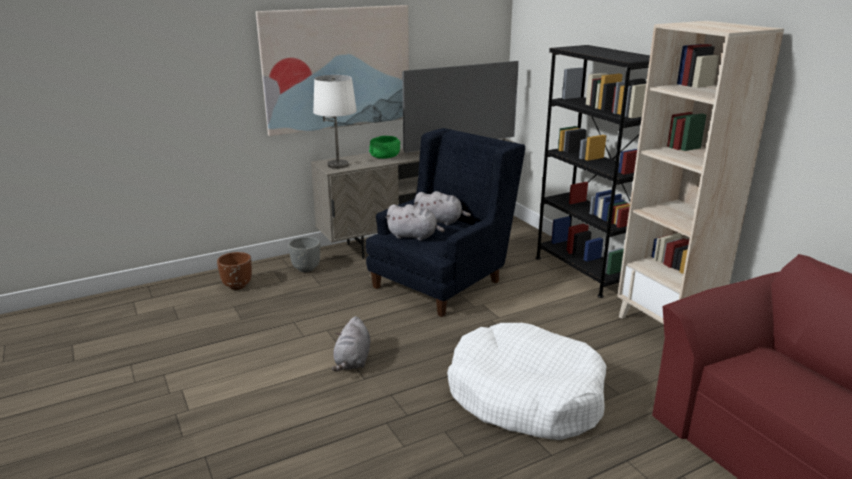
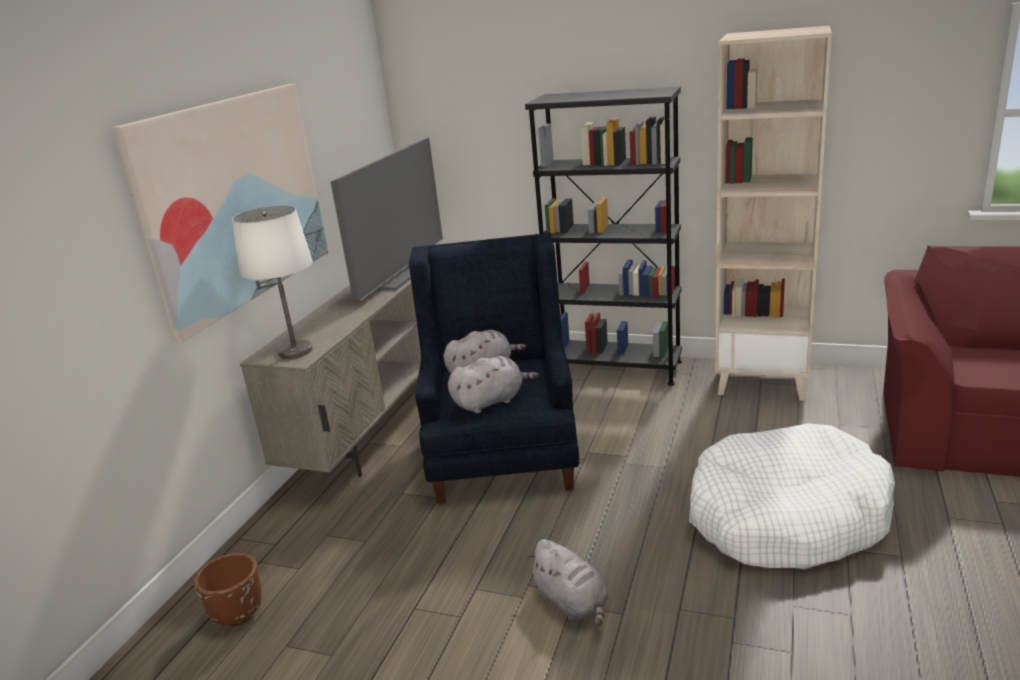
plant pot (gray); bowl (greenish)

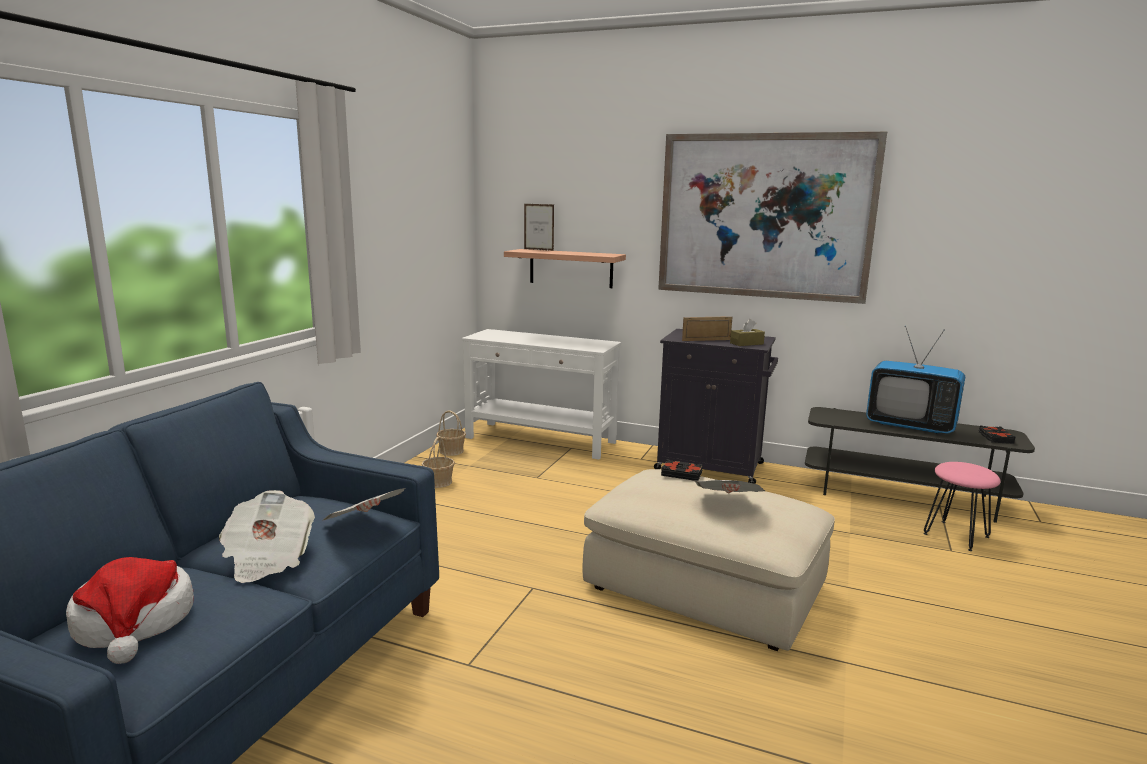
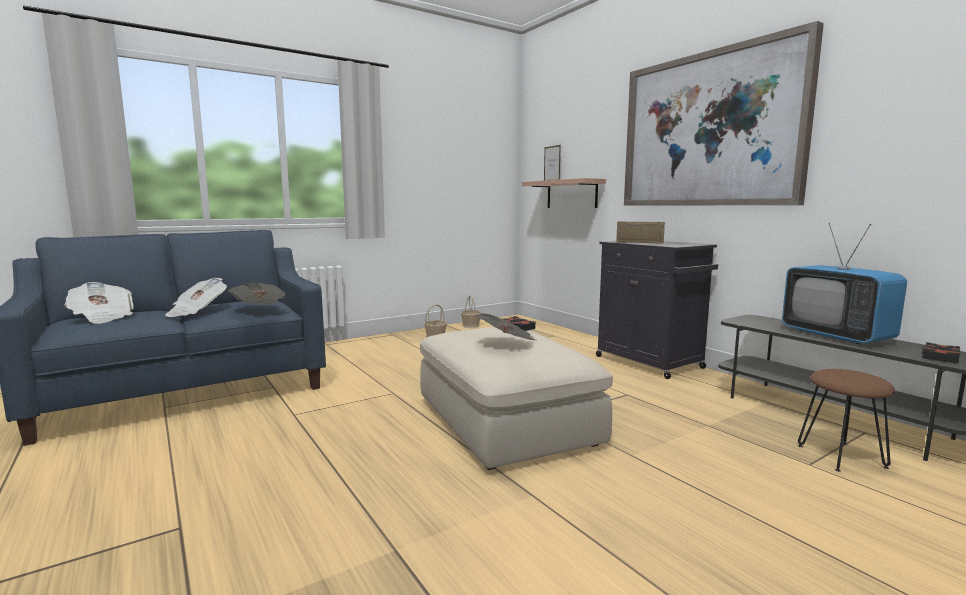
printed paper (1st from left); stool seat (brownish); narrow table (whitish); box of tissues (brownish)

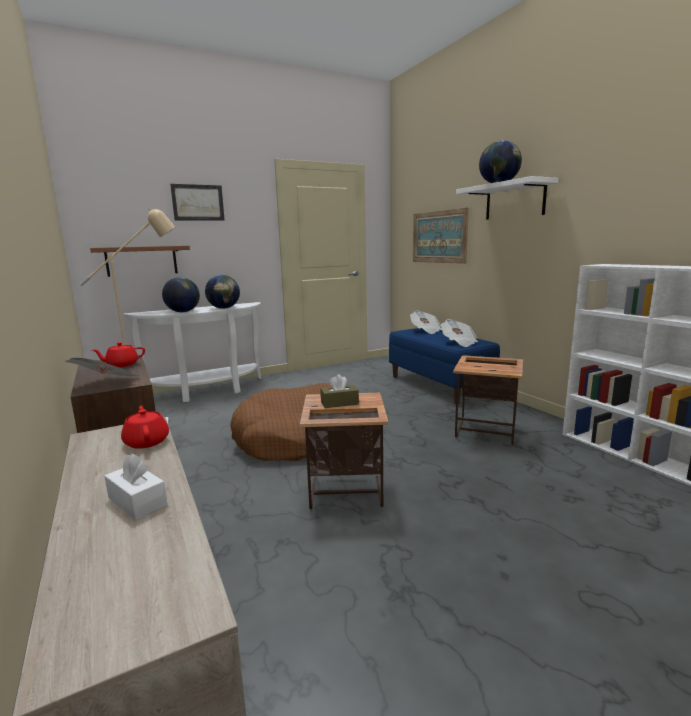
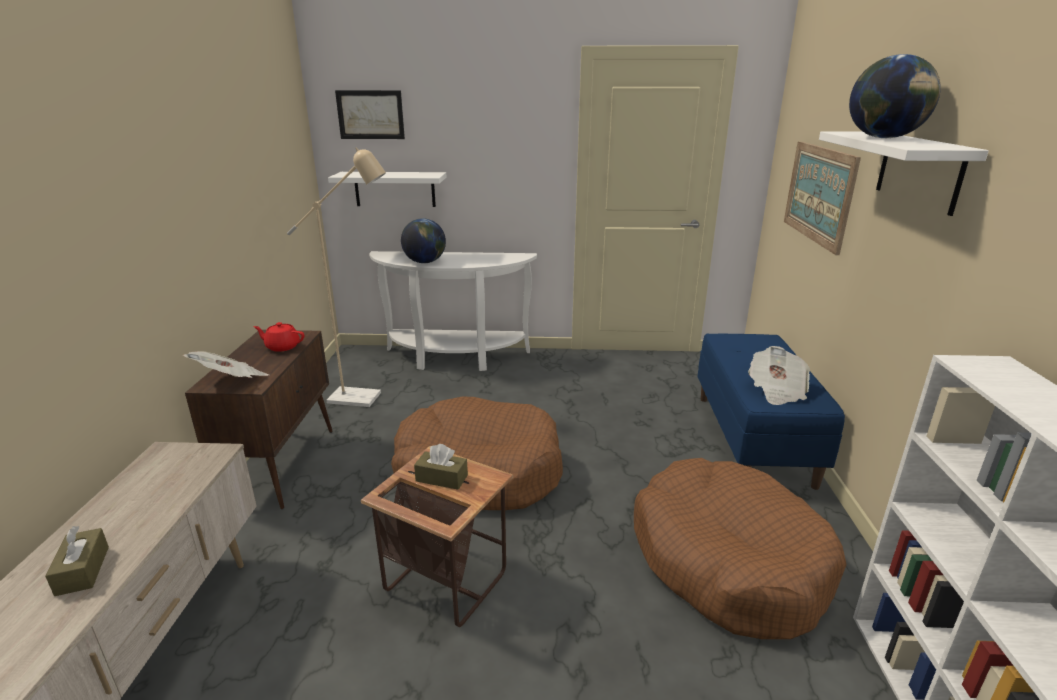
box of tissues (brownish) (1st from left); wall shelf (whitish) (1st from left); wall picture (1st from left); dog cushion (brownish) (2nd from left); pot for tea (reddish) (2nd from left in the first image); globe (2nd from left in the first image); printed paper (2nd from left in the first image)

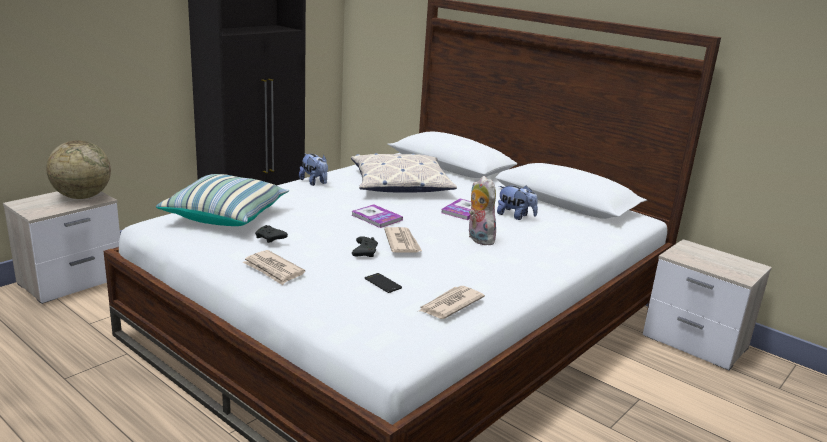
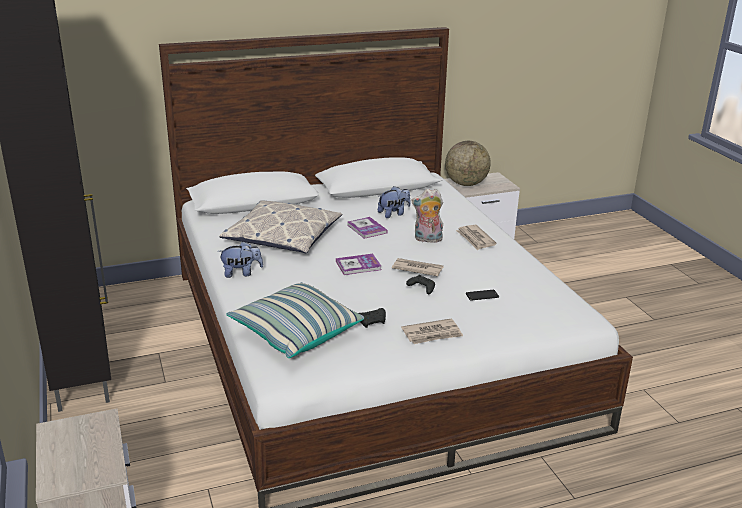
globe; printed paper (3rd from left)

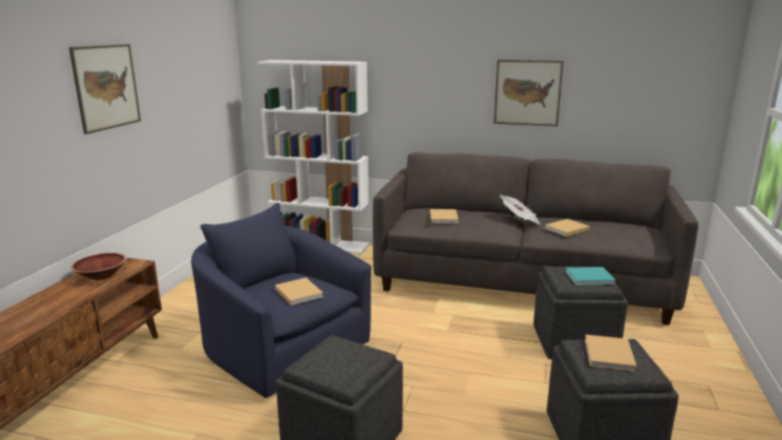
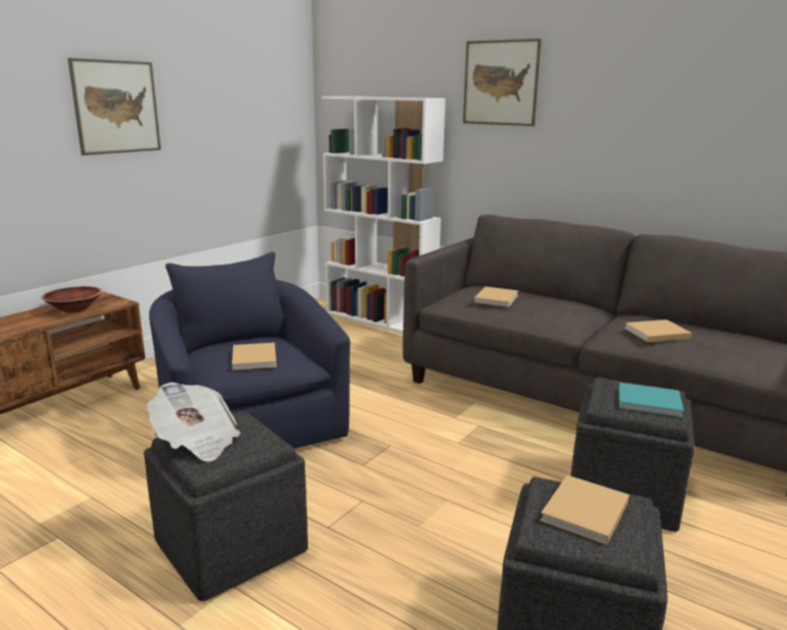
printed paper; wall picture (2nd from left)

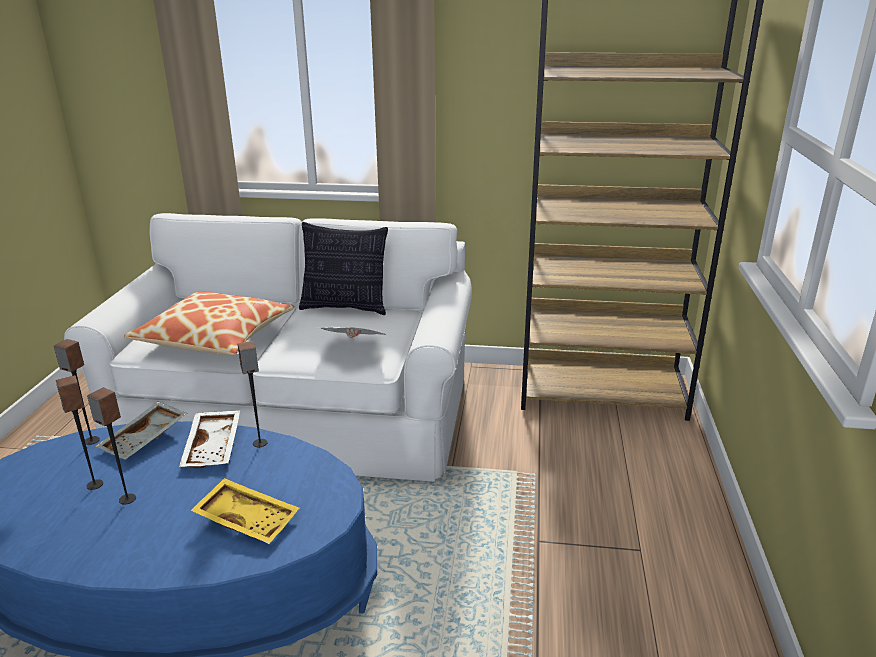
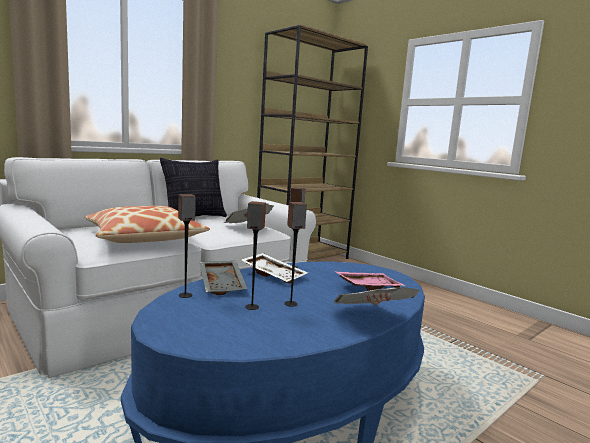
serving tray (pink-coloured); printed paper (2nd from left)

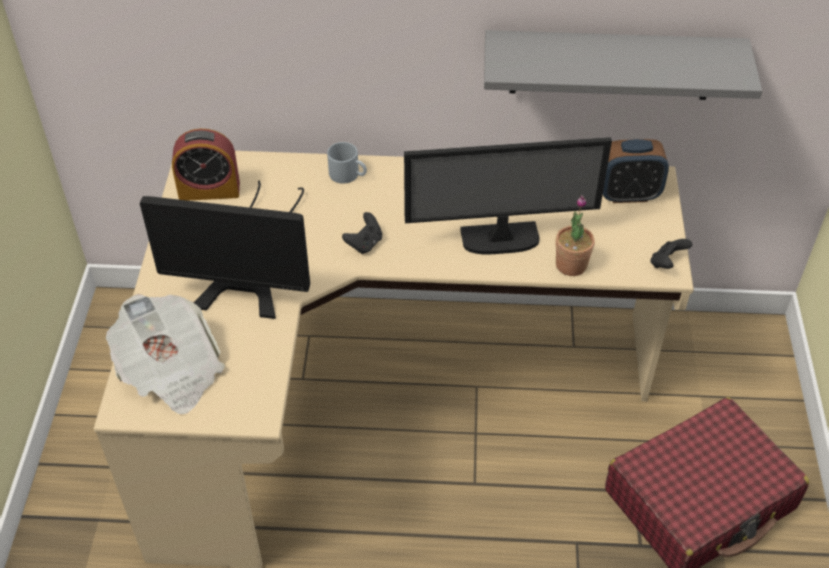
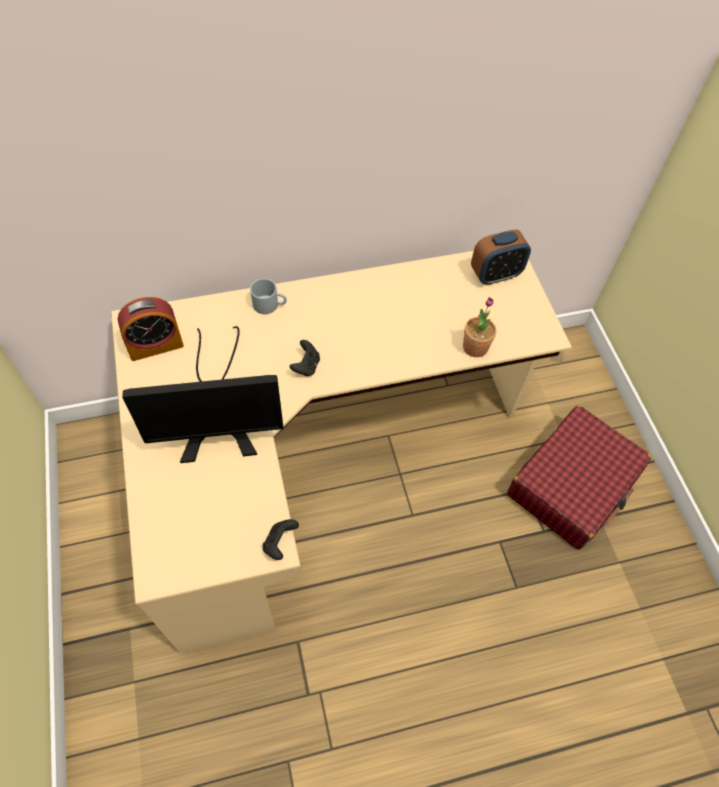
joypad (black-coloured) (1st from left); printed paper; computer display (2nd from left in the first image); wall shelf (gray)

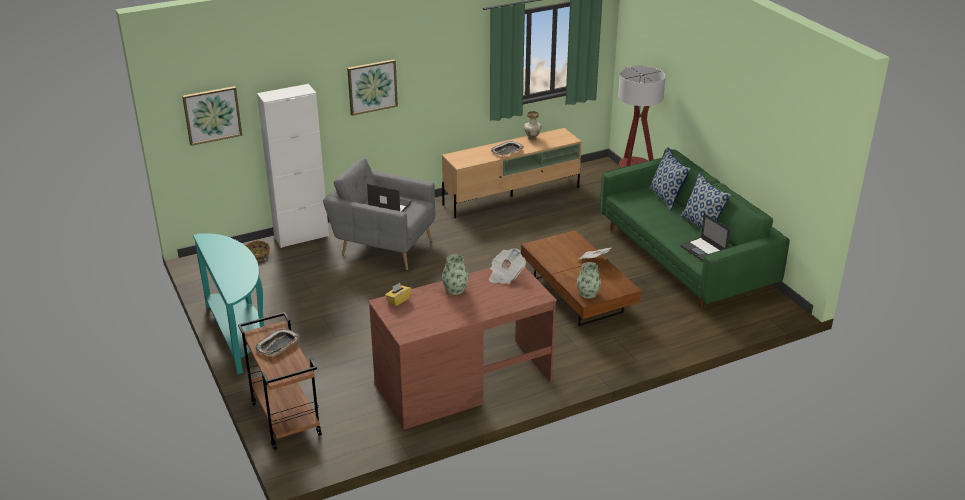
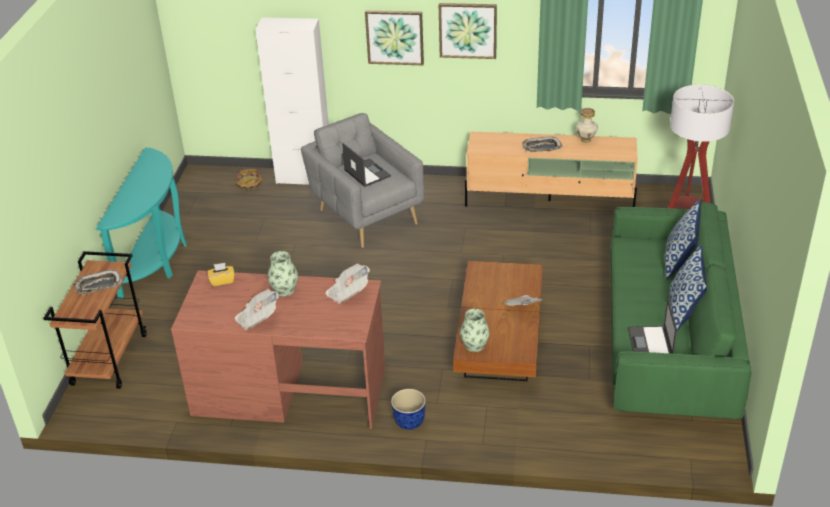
printed paper (1st from left); plant pot; wall picture (2nd from left)

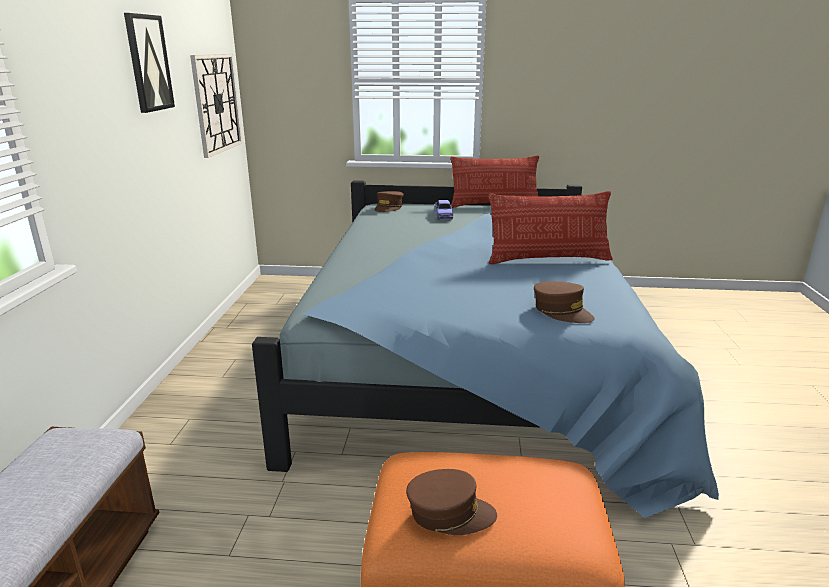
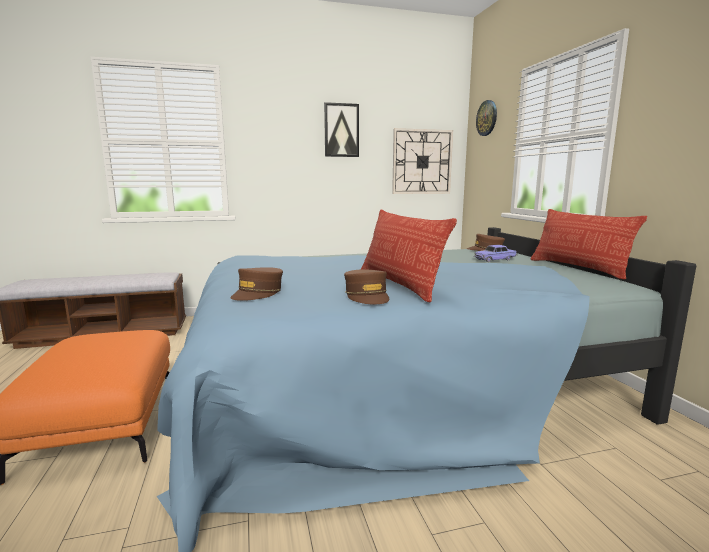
cap (brownish) (2nd from left); wall clock (2nd from left)

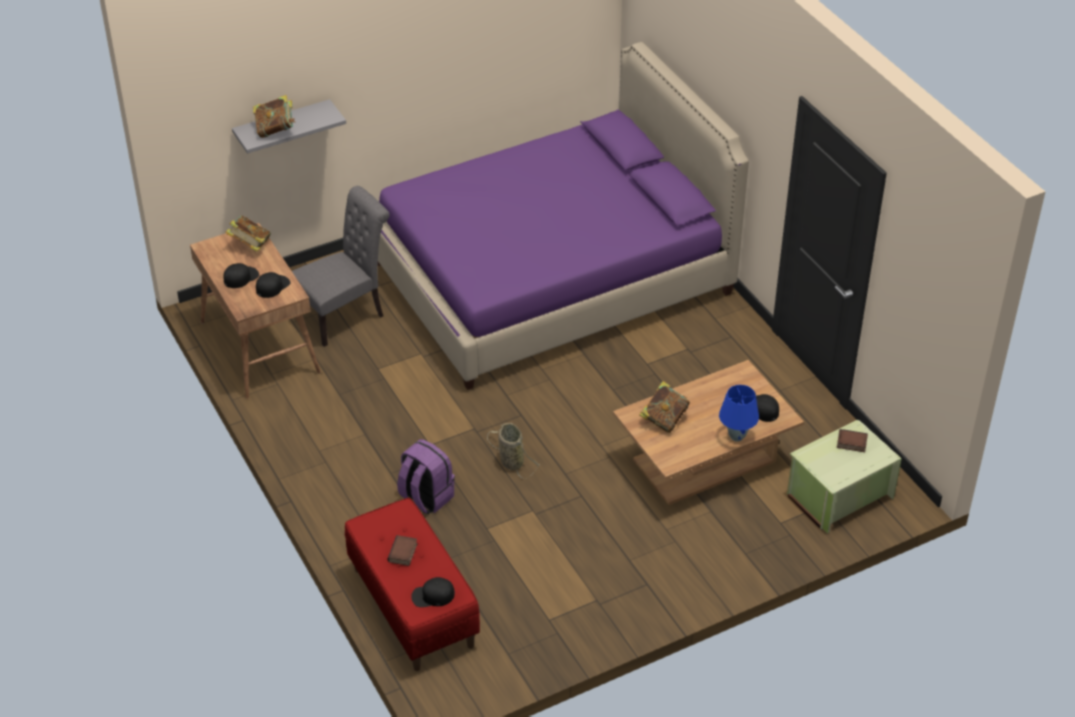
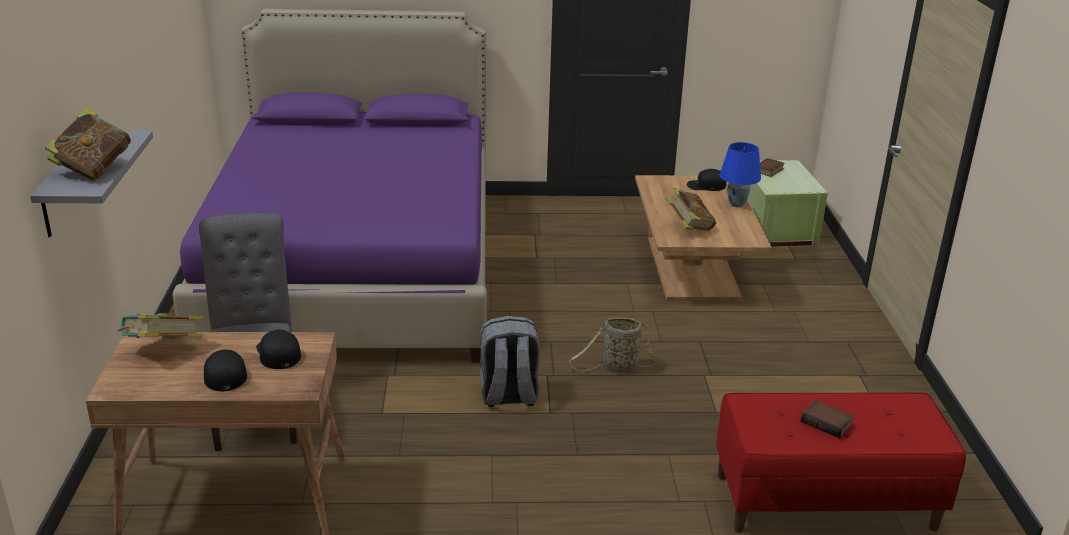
backpack (gray); backpack (purplish); cap (black-coloured) (3rd from left in the first image)

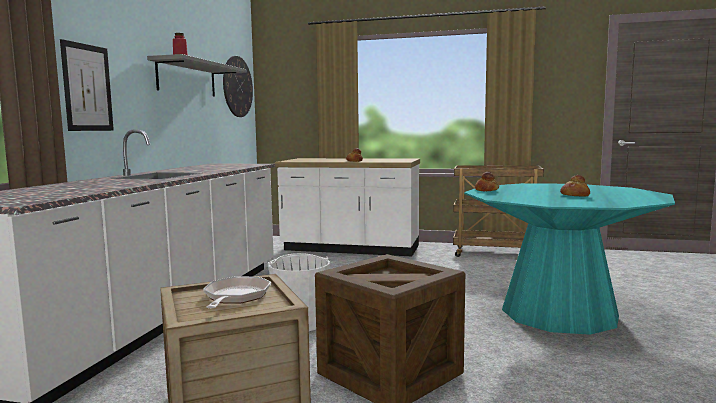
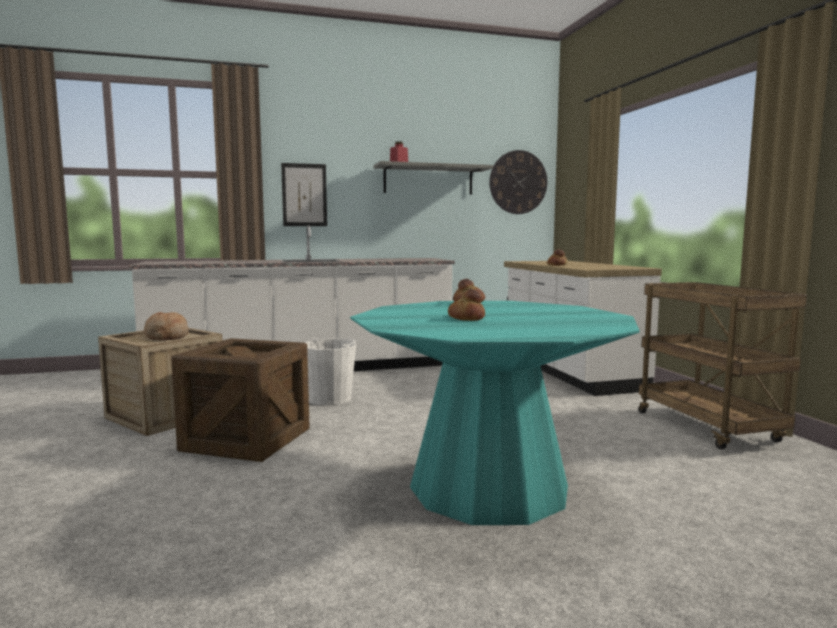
bakery bread (1st from left)

